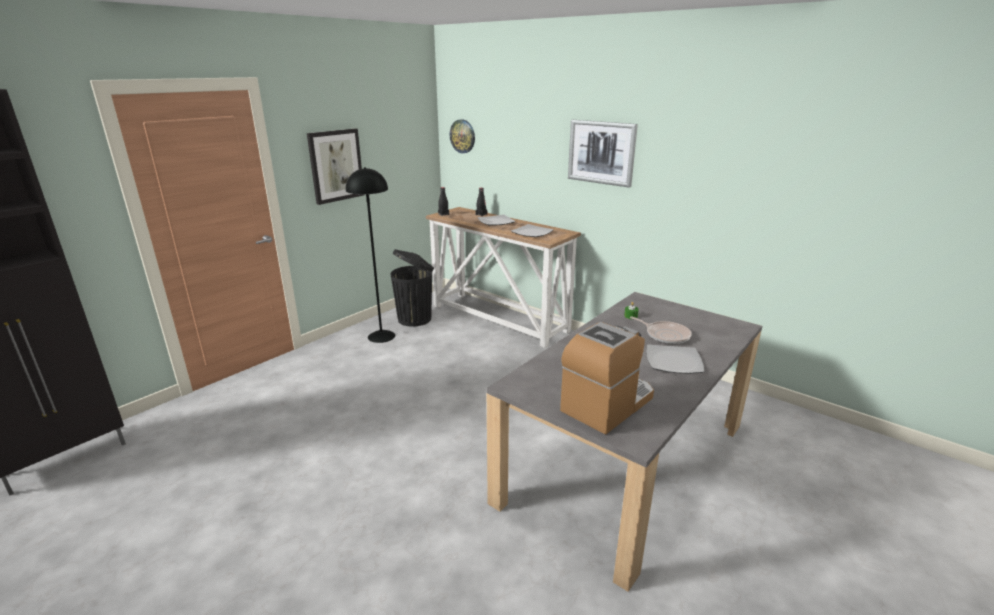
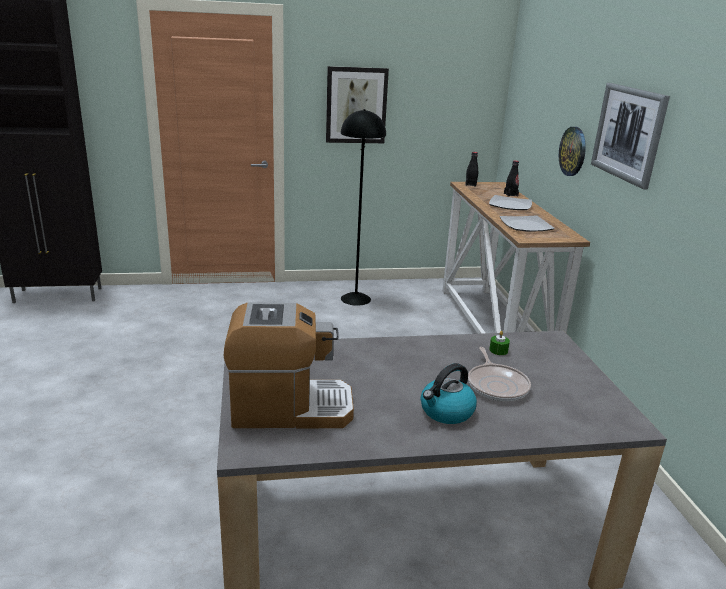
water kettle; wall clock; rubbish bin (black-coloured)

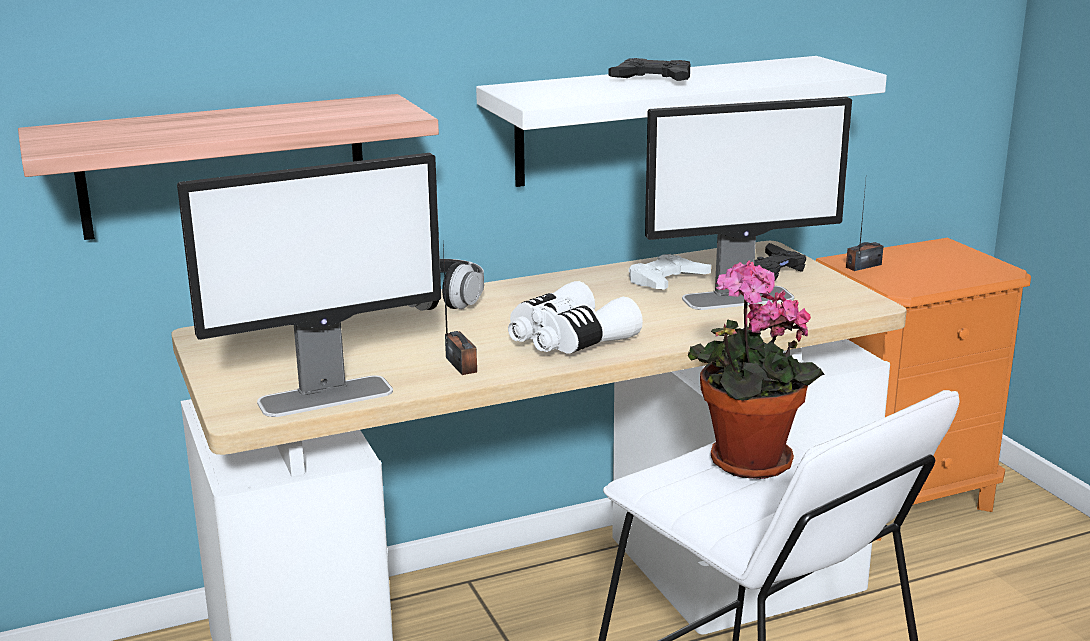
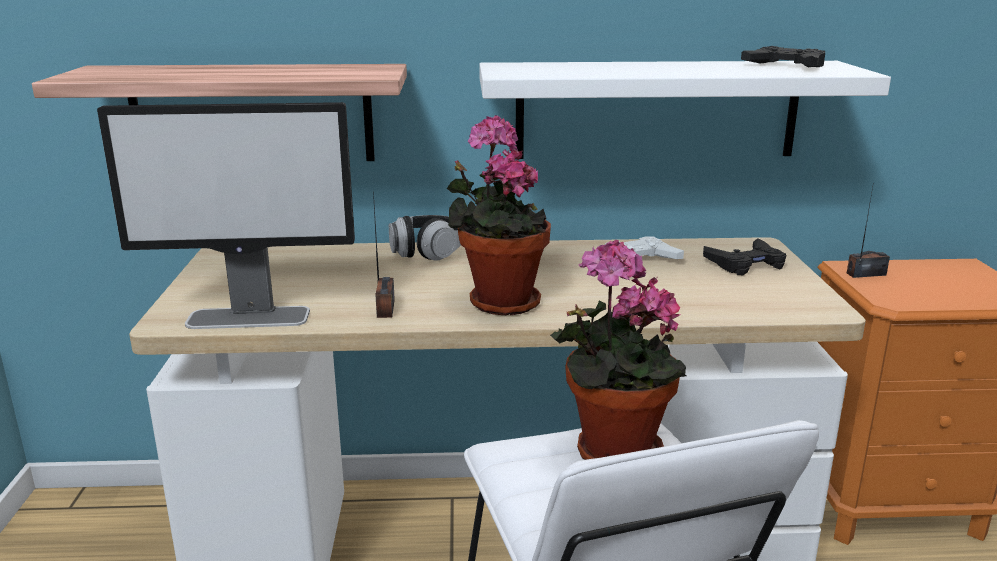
potted plant (1st from left); joypad (black-coloured) (2nd from left); computer display (2nd from left in the first image)

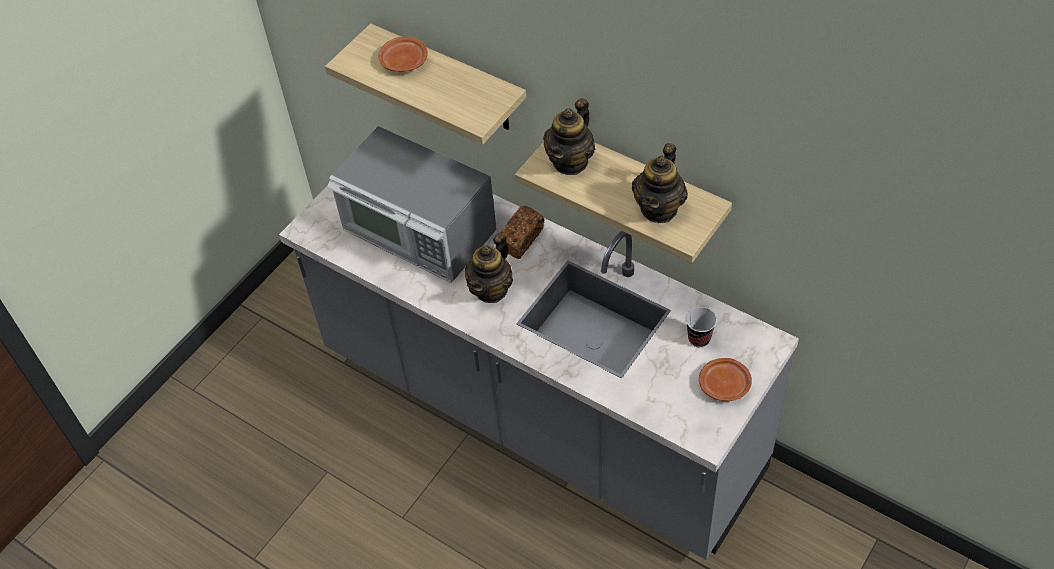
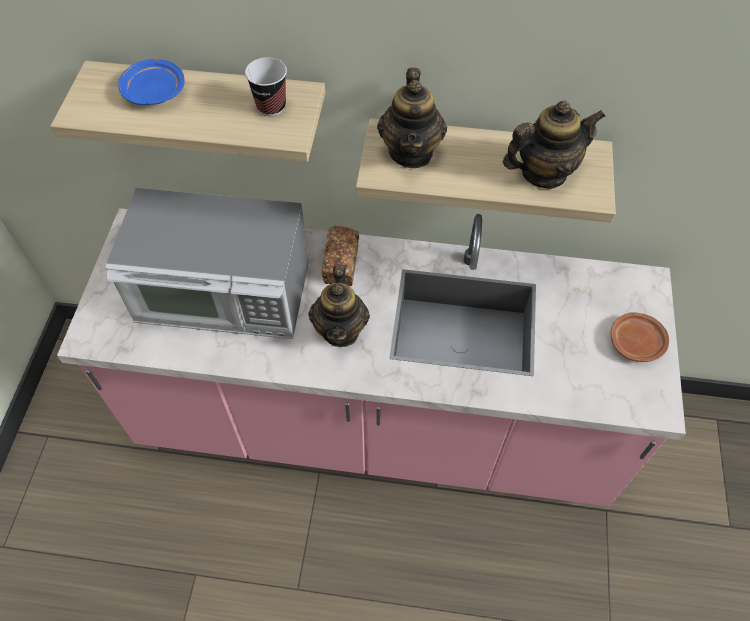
kitchen counter (pink-coloured); dinner plate (blue); drinking cup; pot for tea (3rd from left)

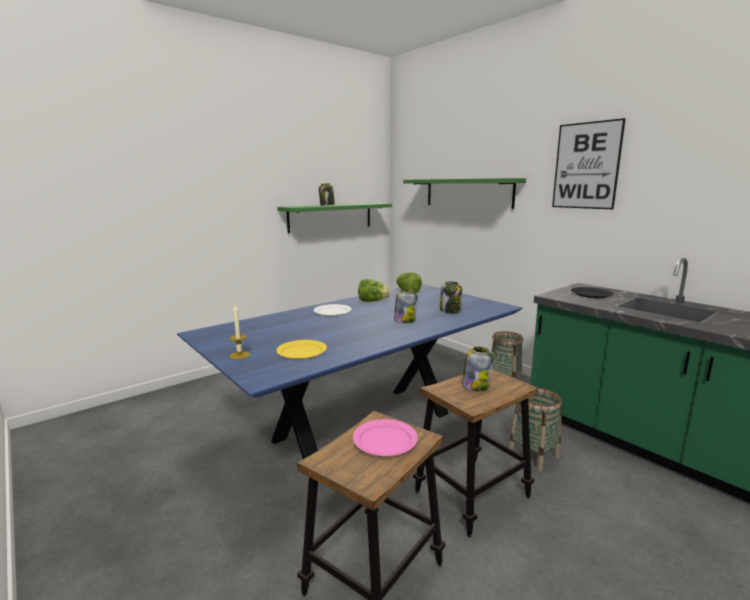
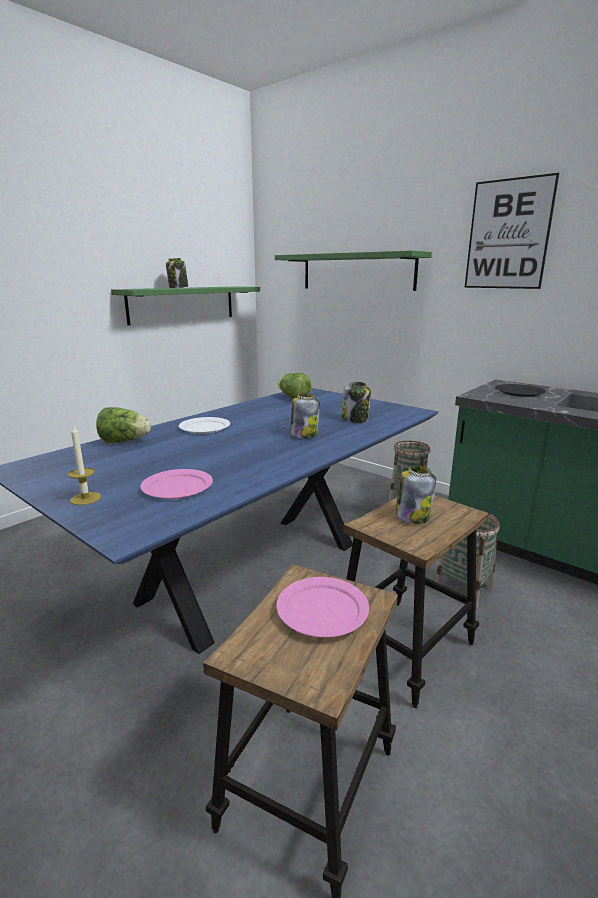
lettuce head (1st from left); dinner plate (pink-coloured) (1st from left)

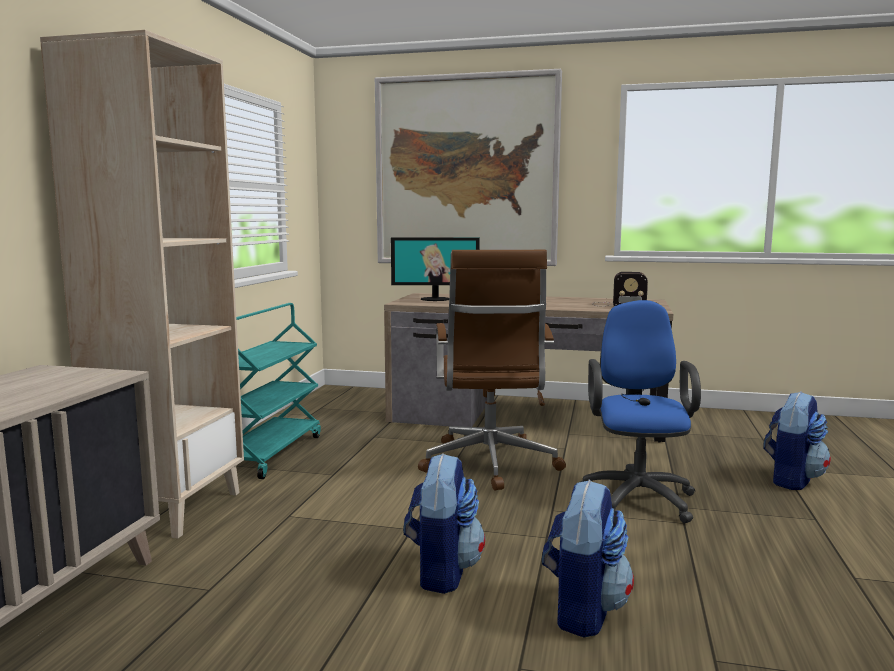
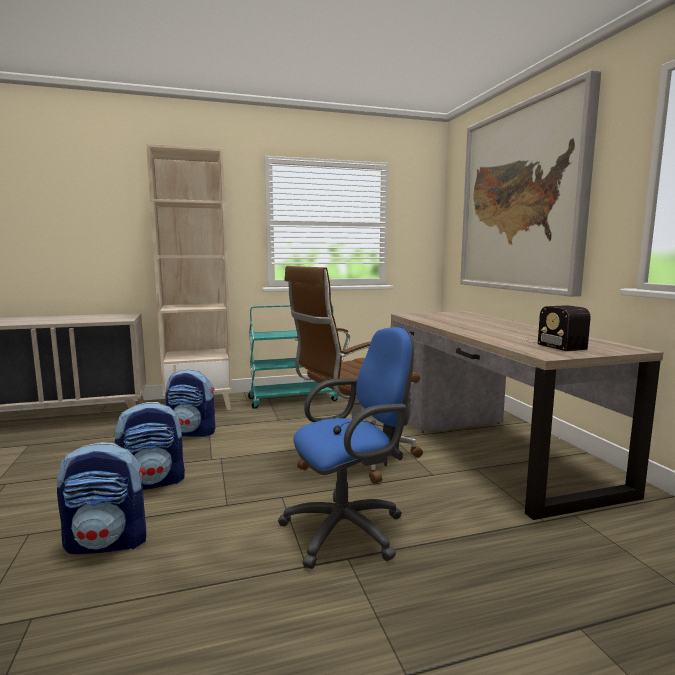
backpack (3rd from left); computer display

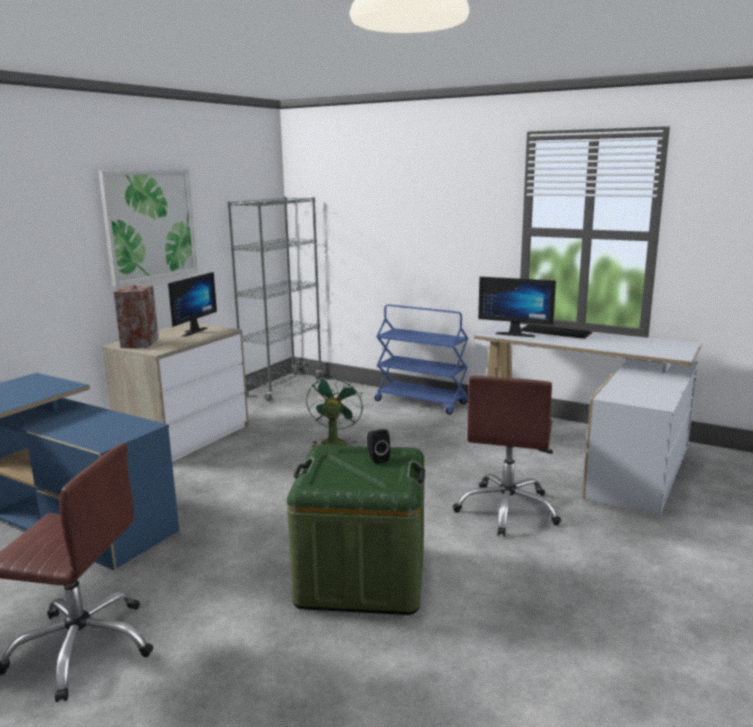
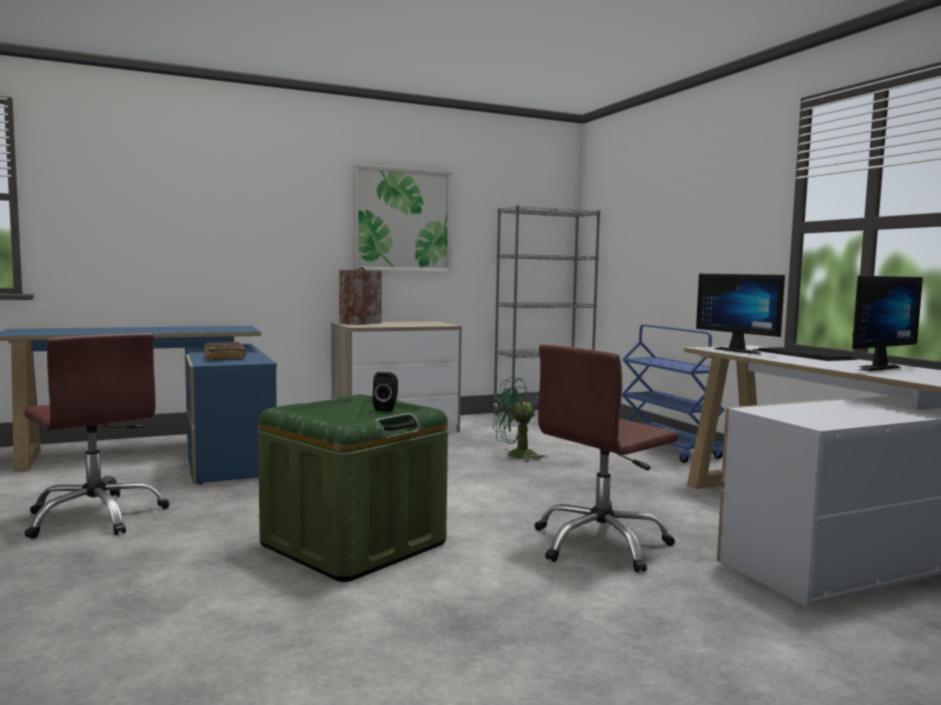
bound book (brownish); fan (greenish); computer display (2nd from left)

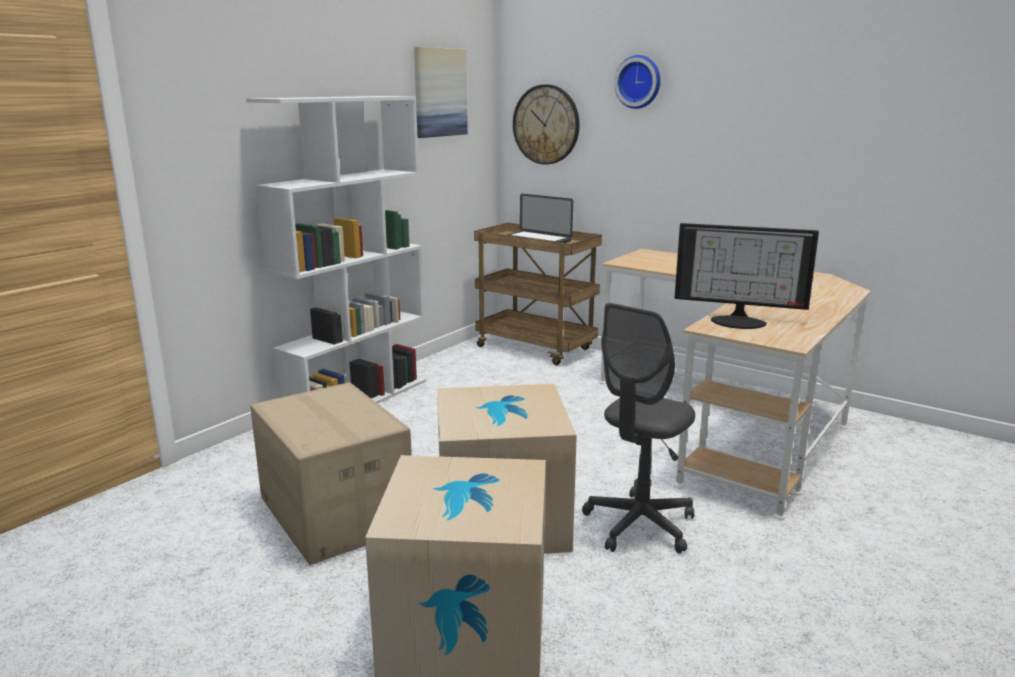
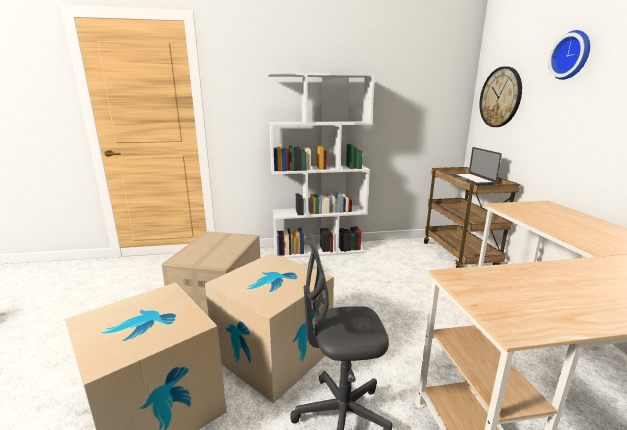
wall picture; computer display

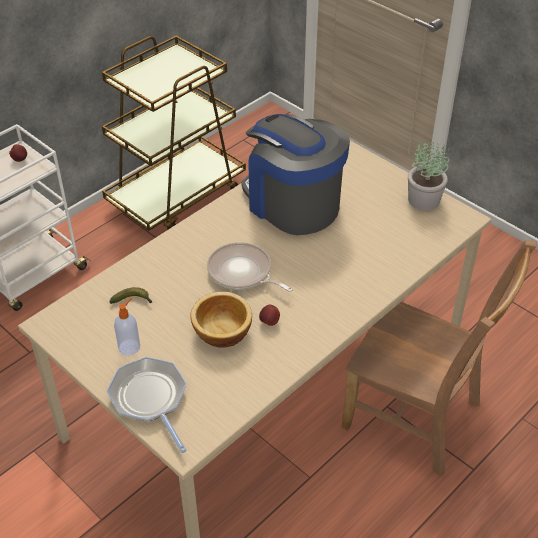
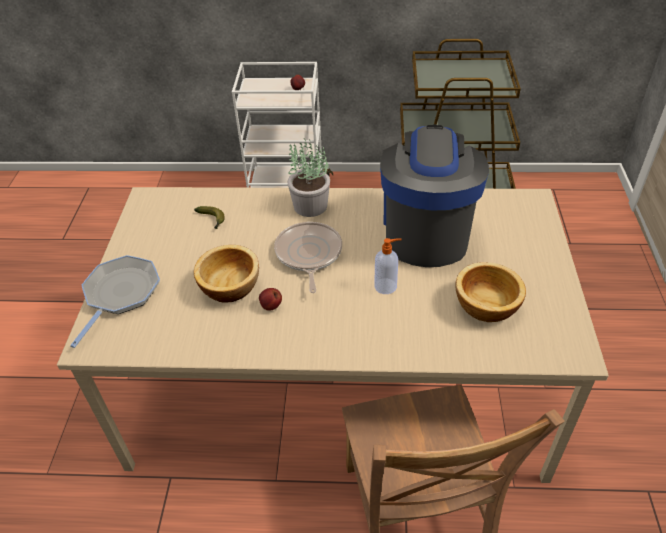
potted plant; soap bottle; bowl (2nd from left)

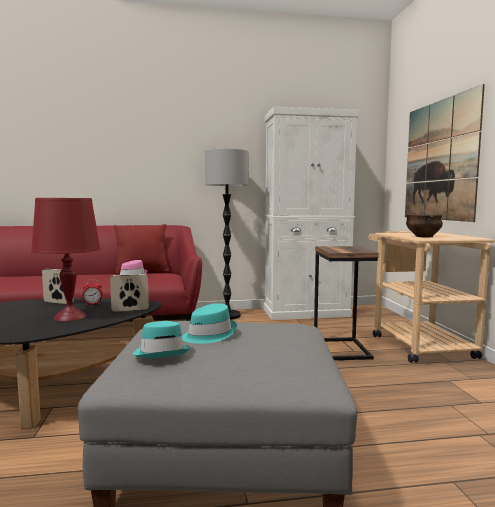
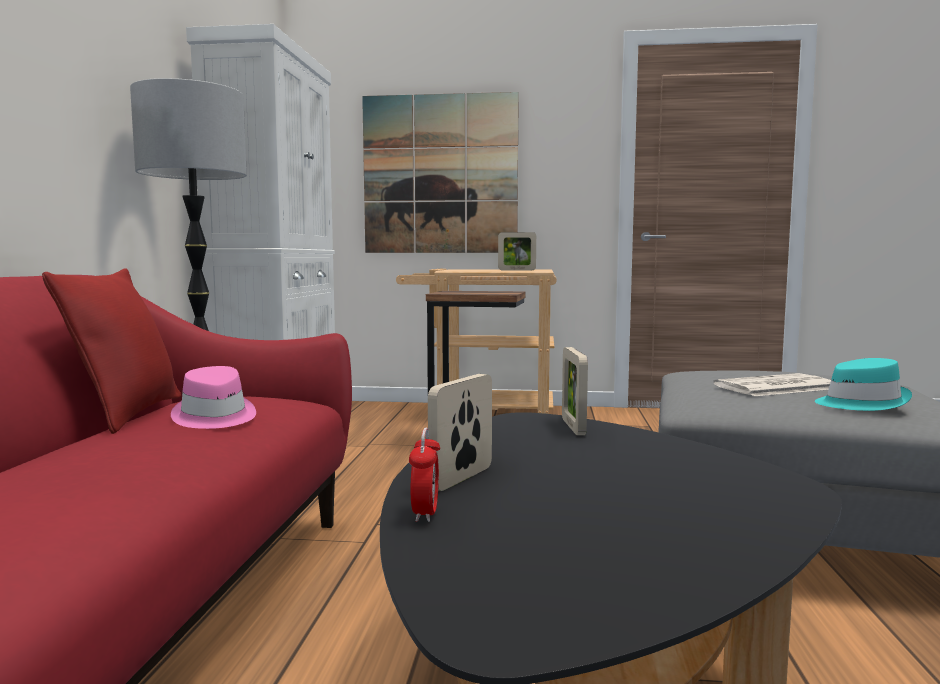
alarm clock; photo frame (2nd from left); printed paper; table lamp (reddish)

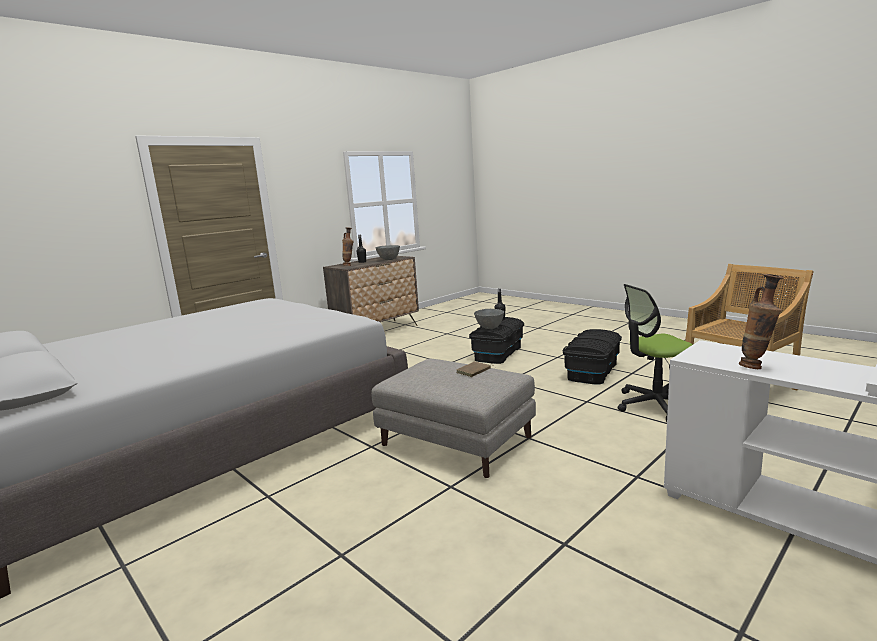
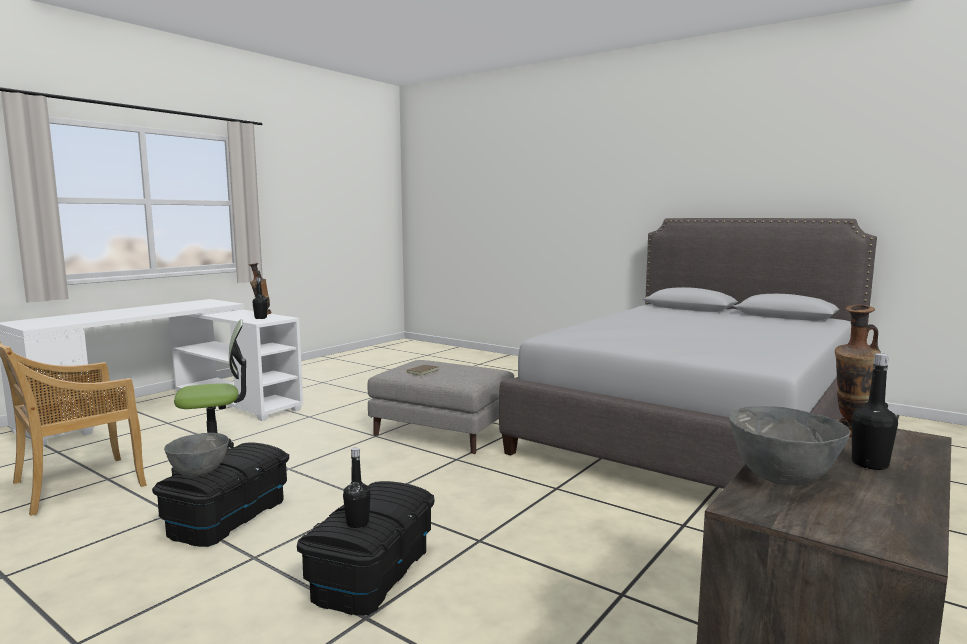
bowl (gray) (1st from left); drink bottle (black-coloured) (1st from left)

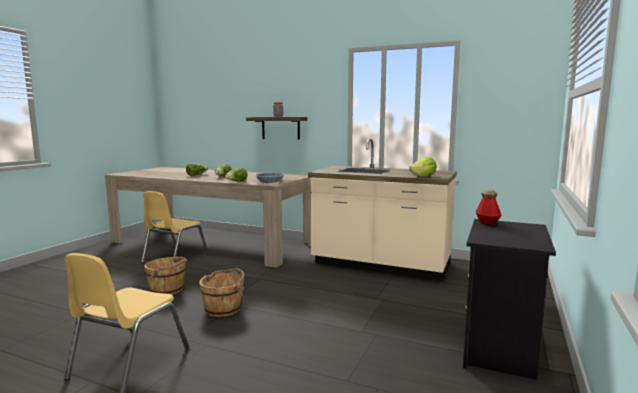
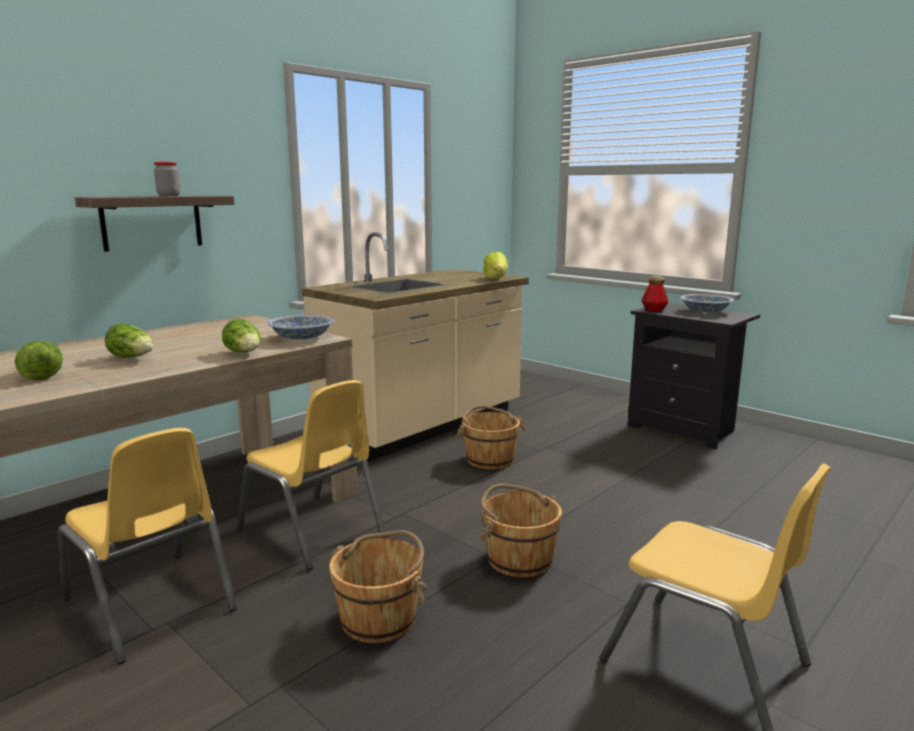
chair (yellow) (2nd from left); bucket (brownish) (2nd from left); bowl (2nd from left)

